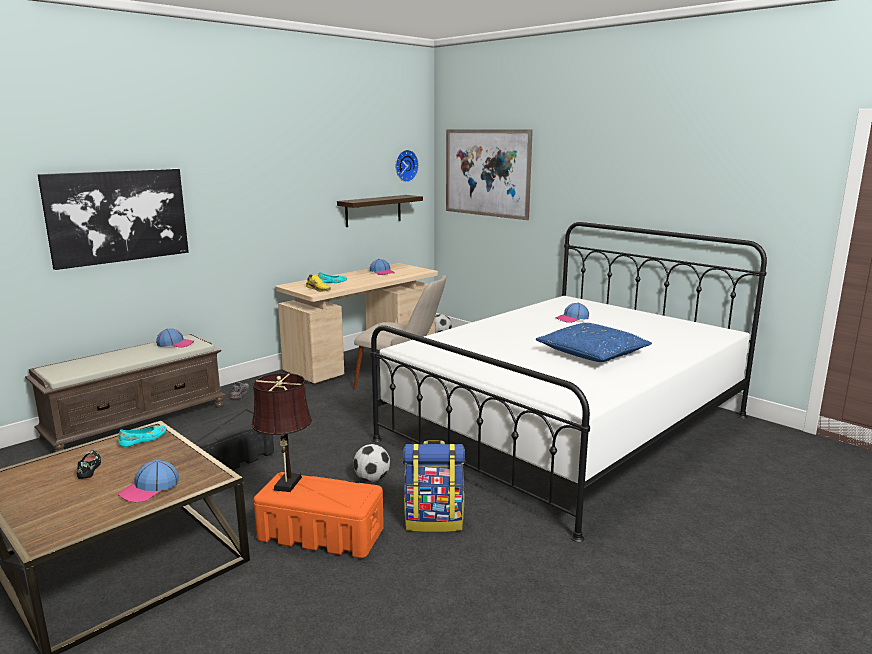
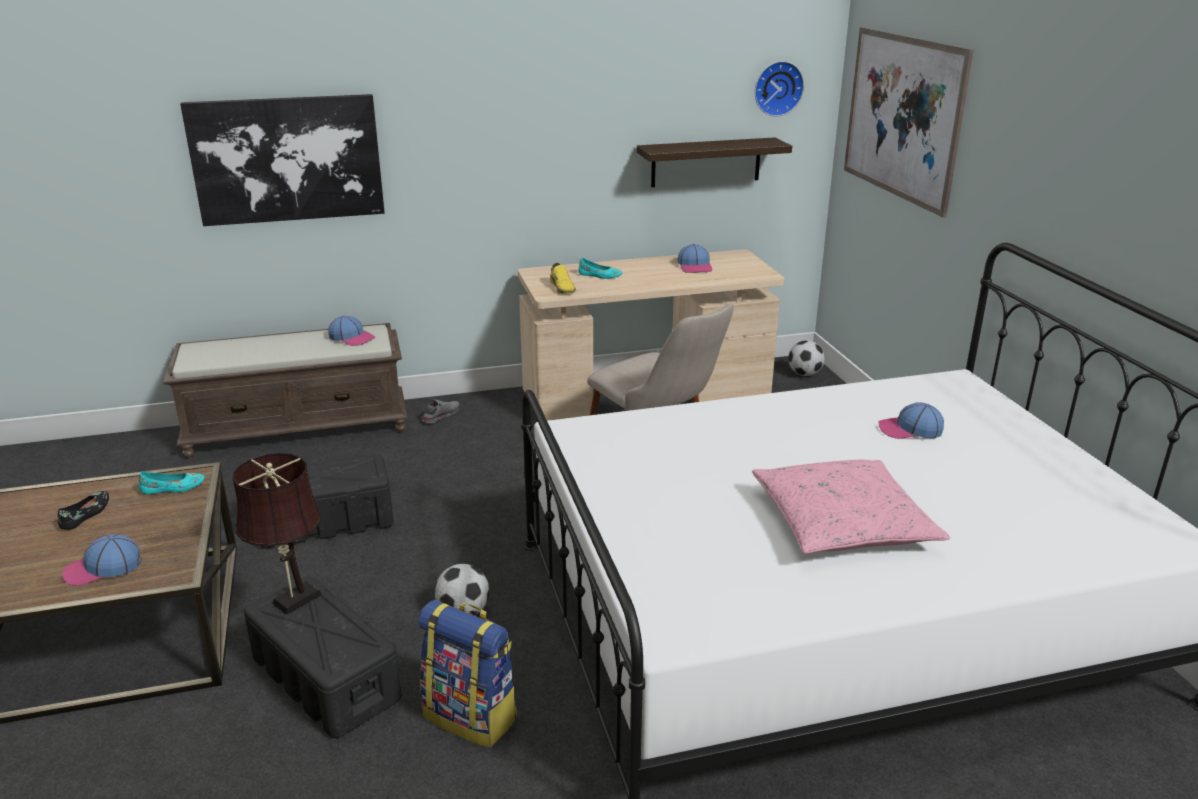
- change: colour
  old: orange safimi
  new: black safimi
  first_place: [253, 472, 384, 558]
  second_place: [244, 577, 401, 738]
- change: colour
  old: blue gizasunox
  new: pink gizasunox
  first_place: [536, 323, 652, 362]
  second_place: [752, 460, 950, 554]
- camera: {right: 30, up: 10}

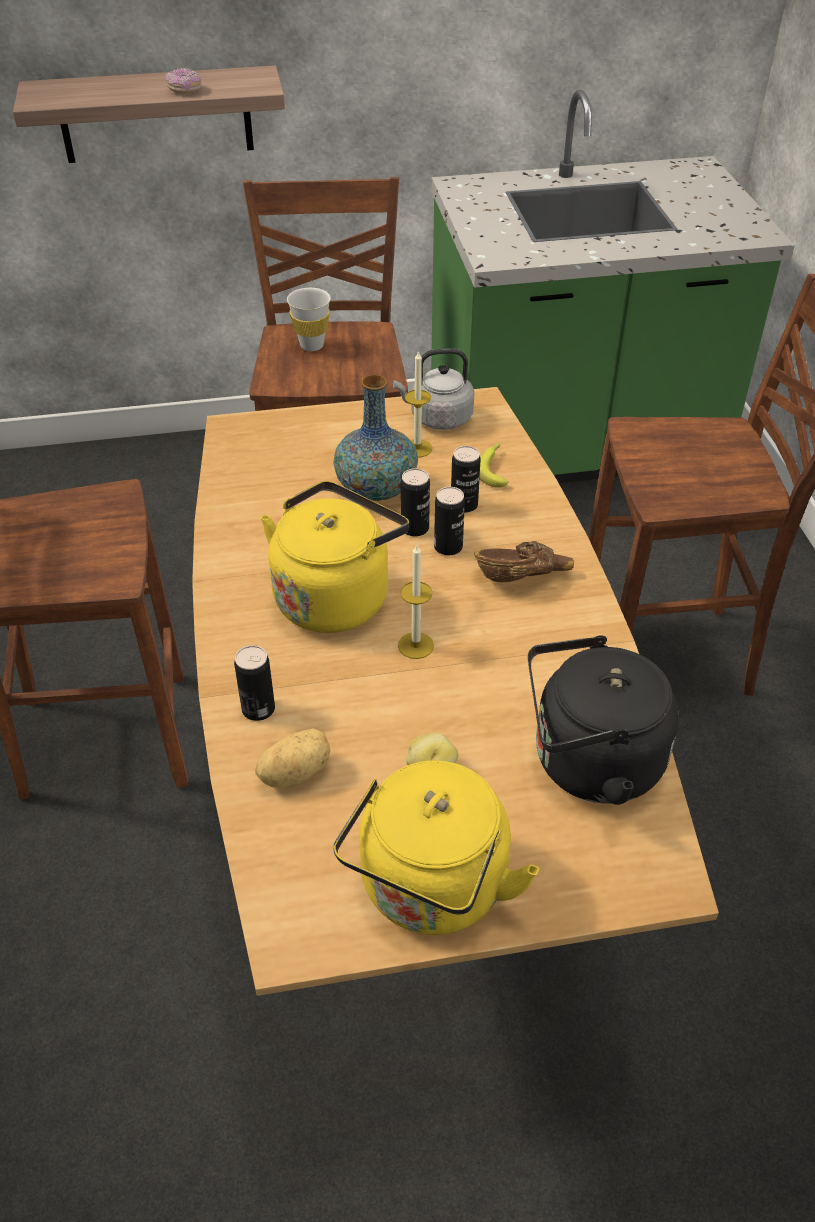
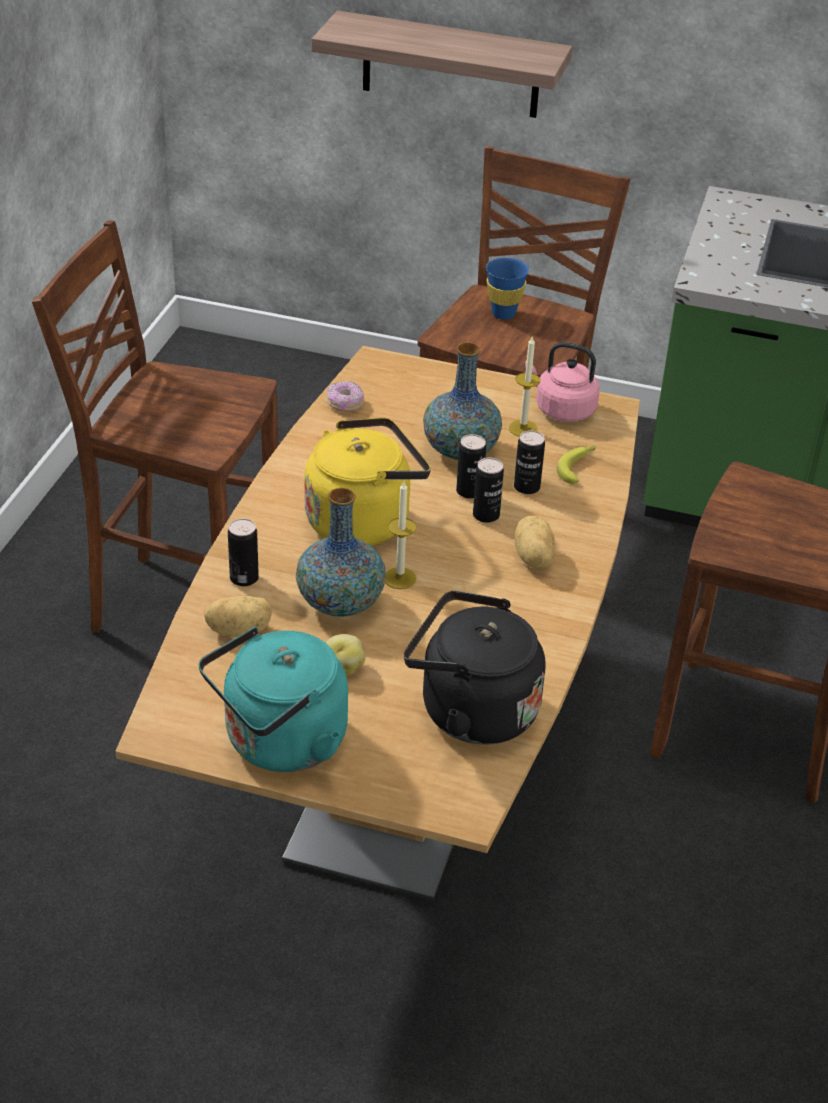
- change: colour
  old: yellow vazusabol
  new: turquoise vazusabol
  first_place: [333, 760, 539, 935]
  second_place: [199, 627, 348, 772]
- change: appeared
  new: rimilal
  second_place: [296, 488, 386, 617]
- change: relocated
  old: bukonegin
  first_place: [165, 68, 201, 94]
  second_place: [327, 381, 364, 411]
- change: colour
  old: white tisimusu
  new: blue tisimusu
  first_place: [287, 288, 331, 351]
  second_place: [486, 258, 529, 320]
- change: exchanged
  old: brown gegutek
  new: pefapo
  first_place: [474, 541, 574, 582]
  second_place: [515, 516, 555, 568]
- change: colour
  old: grey vazusabol
  new: pink vazusabol
  first_place: [393, 348, 475, 430]
  second_place: [525, 342, 600, 422]
- camera: {right: 25, up: -5}

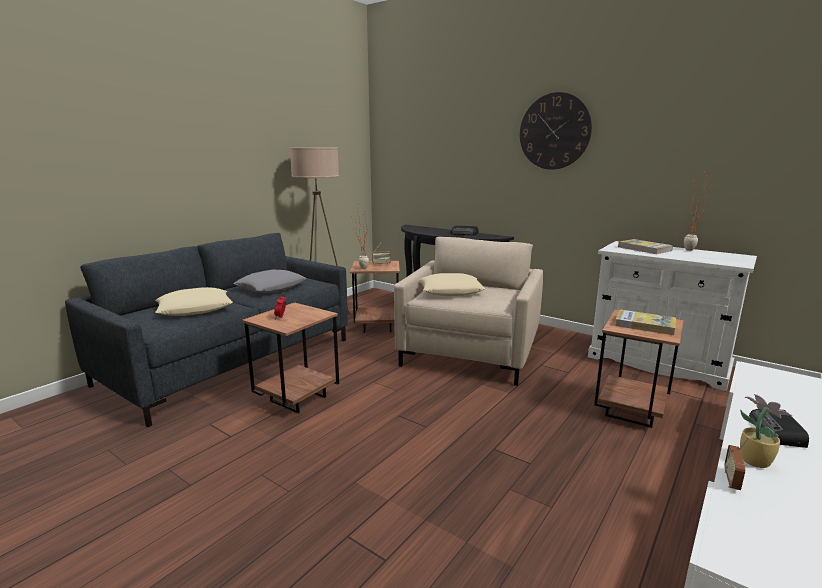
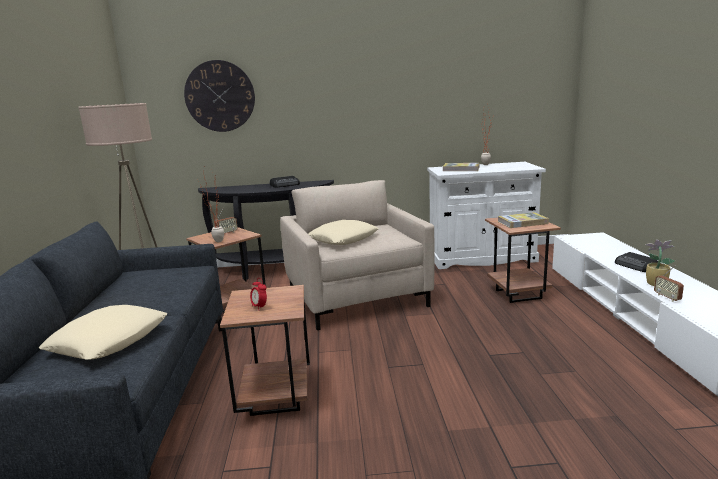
- change: relocated
  old: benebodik
  first_place: [520, 92, 592, 170]
  second_place: [184, 60, 255, 132]
- change: missing
  old: grey gizasunox
  first_place: [233, 270, 306, 293]
- camera: {right: -40, up: 0}

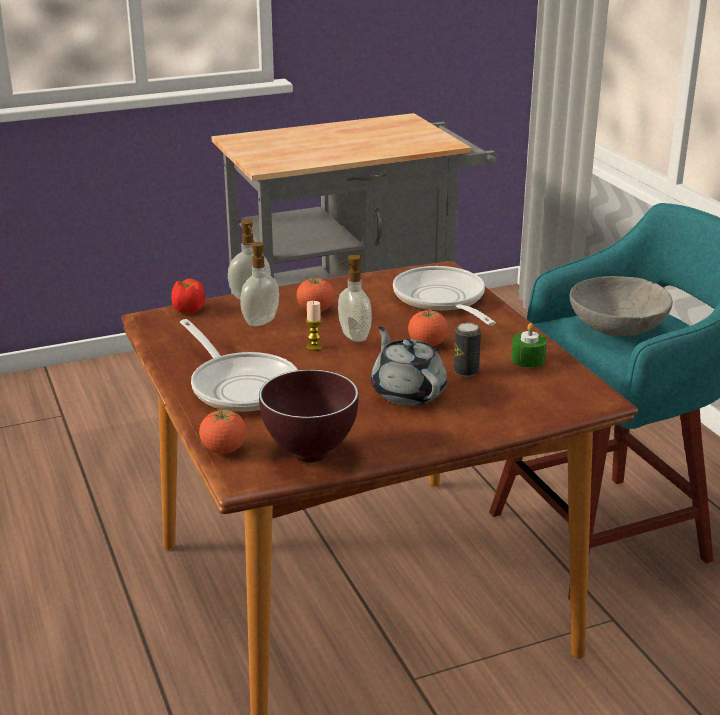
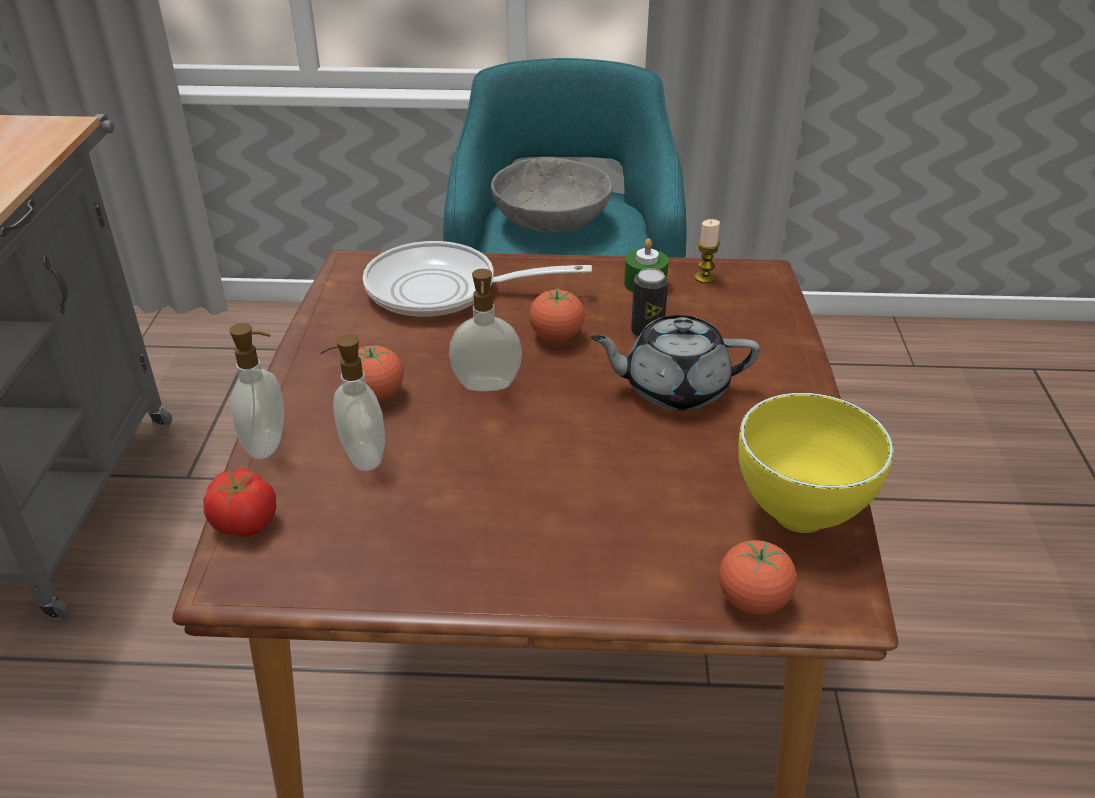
- change: relocated
  old: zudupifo
  first_place: [305, 301, 323, 351]
  second_place: [695, 219, 720, 283]
- change: colour
  old: brown gegutek
  new: yellow gegutek
  first_place: [259, 370, 359, 462]
  second_place: [738, 393, 893, 533]
- change: missing
  old: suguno
  first_place: [180, 319, 298, 412]
- camera: {right: -65, up: 10}

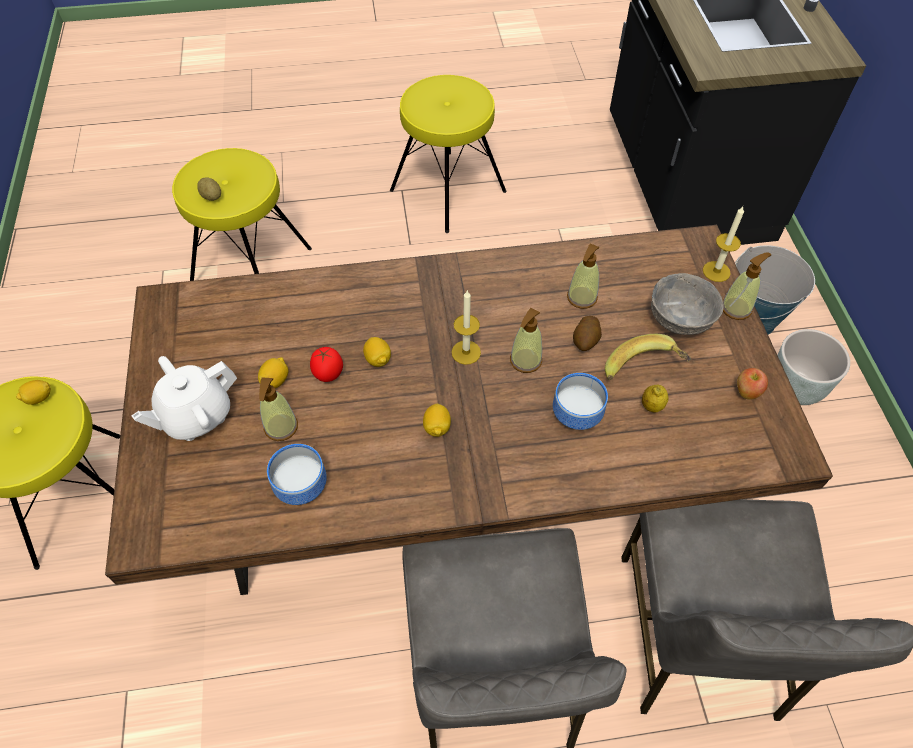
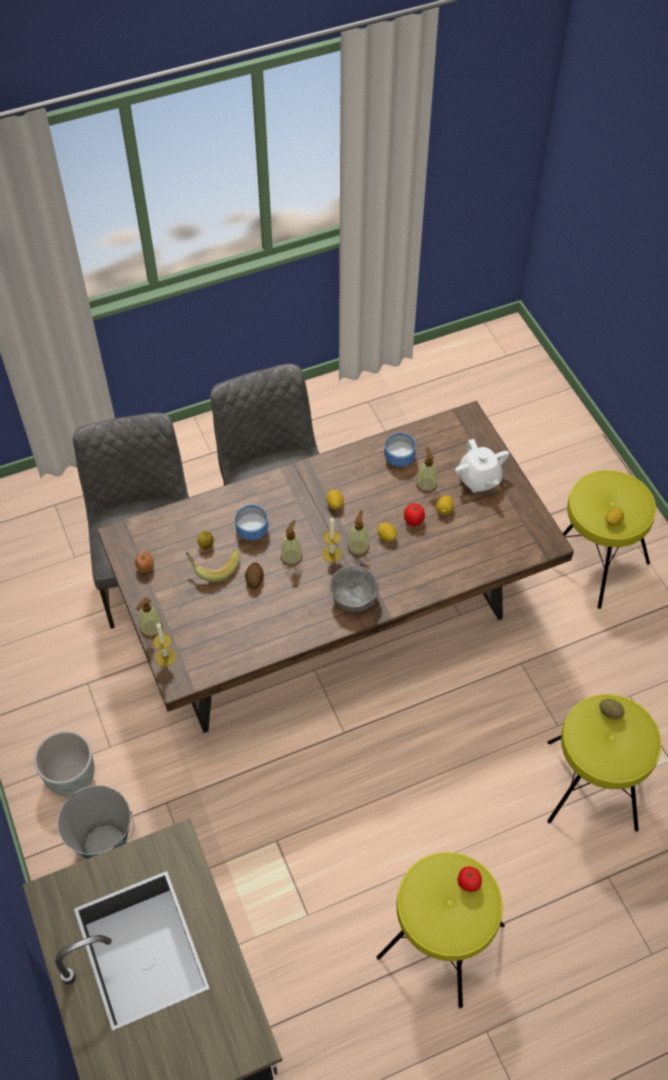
- change: relocated
  old: grey gegutek
  first_place: [651, 273, 724, 335]
  second_place: [330, 565, 379, 612]
- change: relocated
  old: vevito
  first_place: [567, 244, 599, 309]
  second_place: [348, 510, 369, 556]
- change: spun
  old: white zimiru
  first_place: [131, 356, 237, 441]
  second_place: [455, 439, 509, 493]
  degrees: 120
- change: appeared
  new: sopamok
  second_place: [458, 866, 482, 892]
- camera: {right: 165, up: 0}

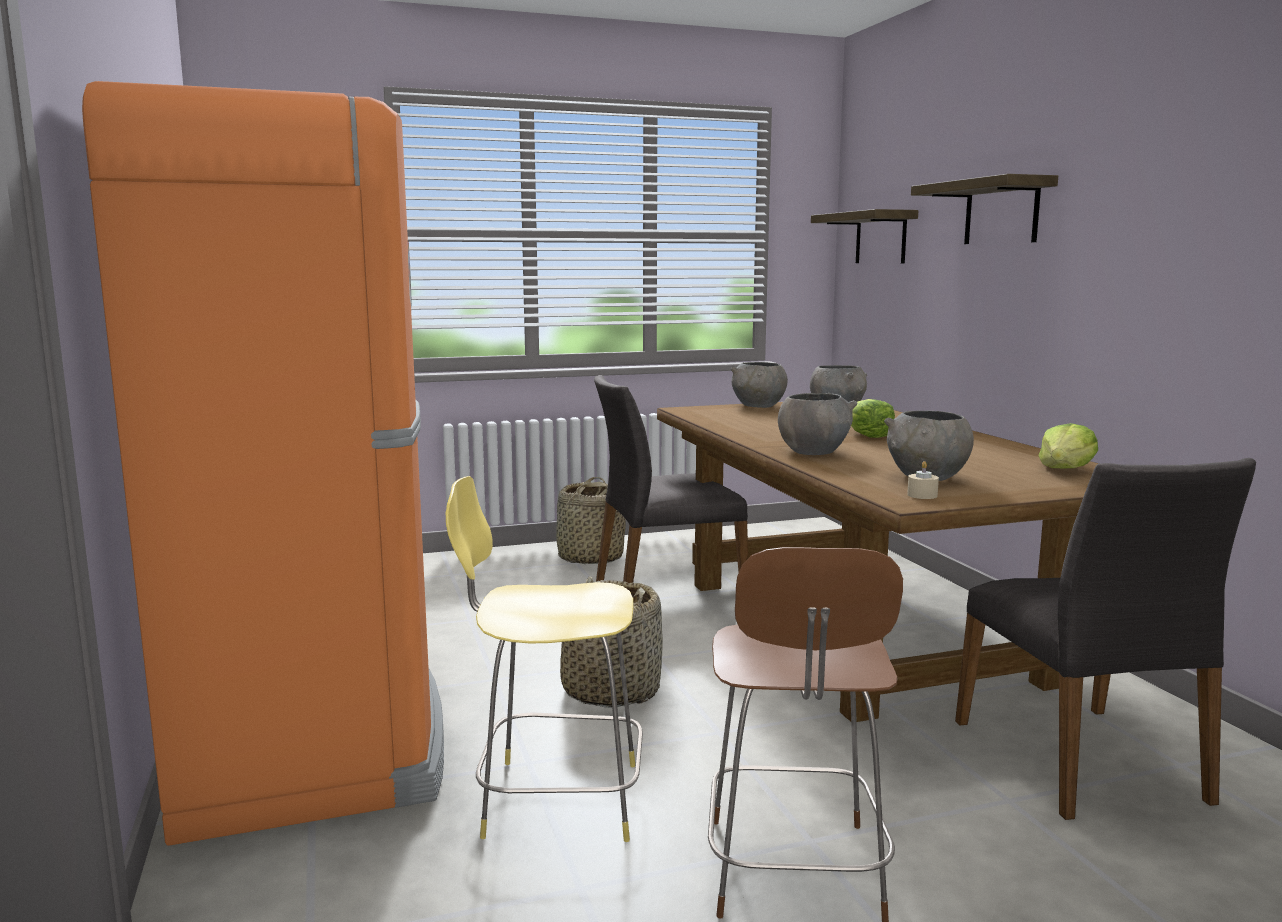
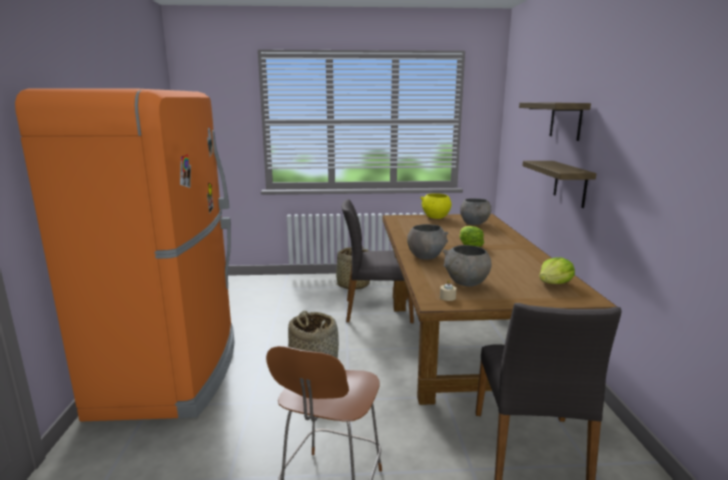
- change: colour
  old: grey gegutek
  new: yellow gegutek
  first_place: [731, 362, 788, 408]
  second_place: [420, 193, 451, 219]
- change: relocated
  old: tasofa
  first_place: [811, 209, 918, 263]
  second_place: [523, 161, 596, 208]
- change: missing
  old: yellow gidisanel
  first_place: [446, 476, 643, 842]
- camera: {right: 15, up: 5}

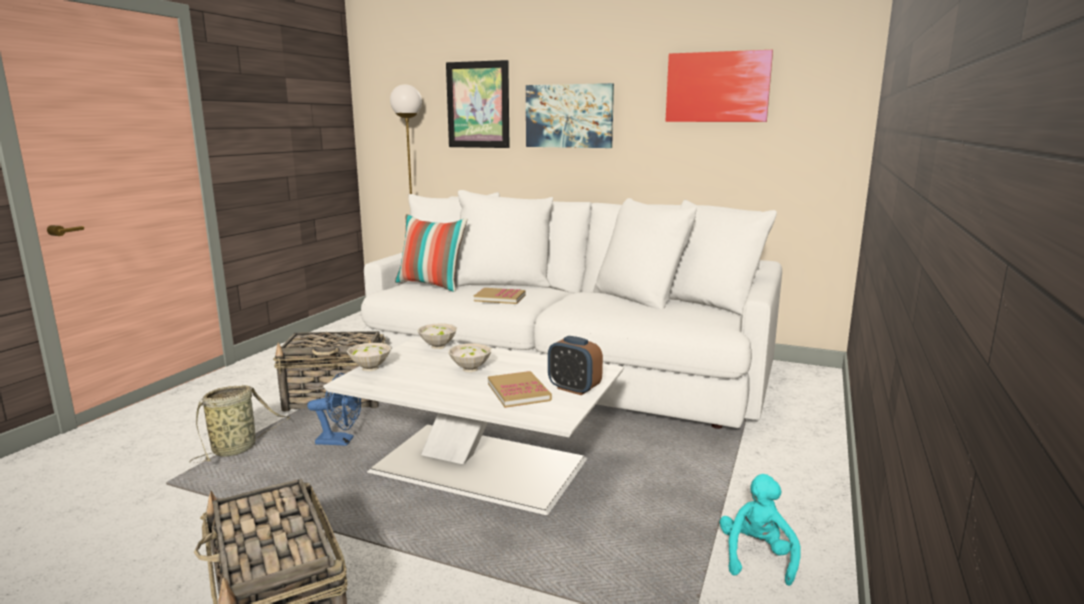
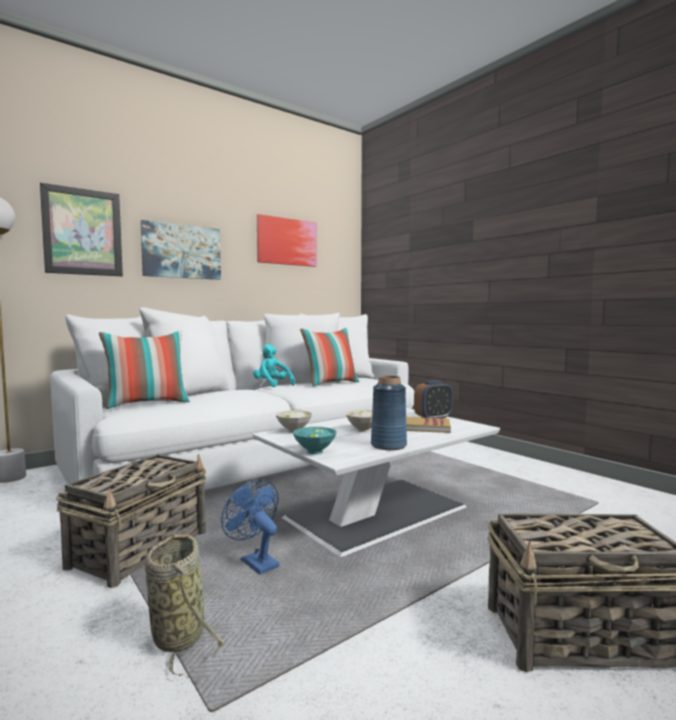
- change: spun
  old: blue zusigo
  first_place: [307, 373, 361, 446]
  second_place: [221, 480, 279, 575]
  degrees: -75
- change: relocated
  old: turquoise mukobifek
  first_place: [720, 474, 801, 586]
  second_place: [253, 344, 295, 387]
- change: colour
  old: white gegutek
  new: turquoise gegutek
  first_place: [346, 343, 391, 371]
  second_place: [293, 427, 336, 454]
- change: appeared
  new: gizasunox
  second_place: [300, 327, 360, 387]
- change: appeared
  new: blue rimilal
  second_place: [371, 376, 407, 450]
- change: missing
  old: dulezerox
  first_place: [474, 288, 526, 304]
- camera: {right: -60, up: -10}

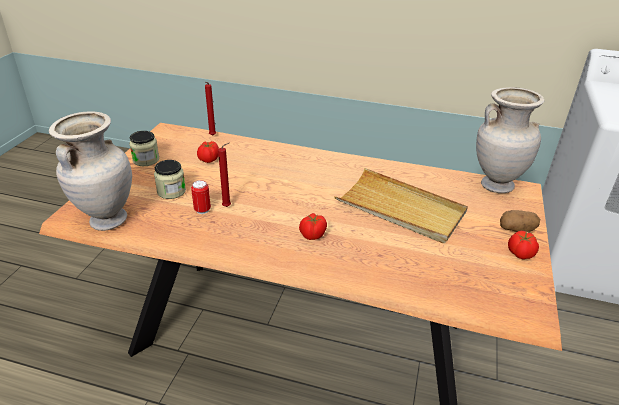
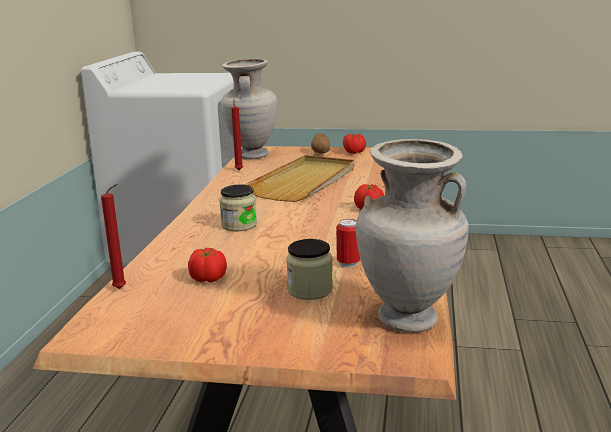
- change: relocated
  old: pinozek
  first_place: [129, 131, 159, 166]
  second_place: [219, 184, 257, 231]
- change: relocated
  old: red zudupifo
  first_place: [218, 142, 231, 207]
  second_place: [231, 99, 243, 170]
- camera: {right: -95, up: -15}

